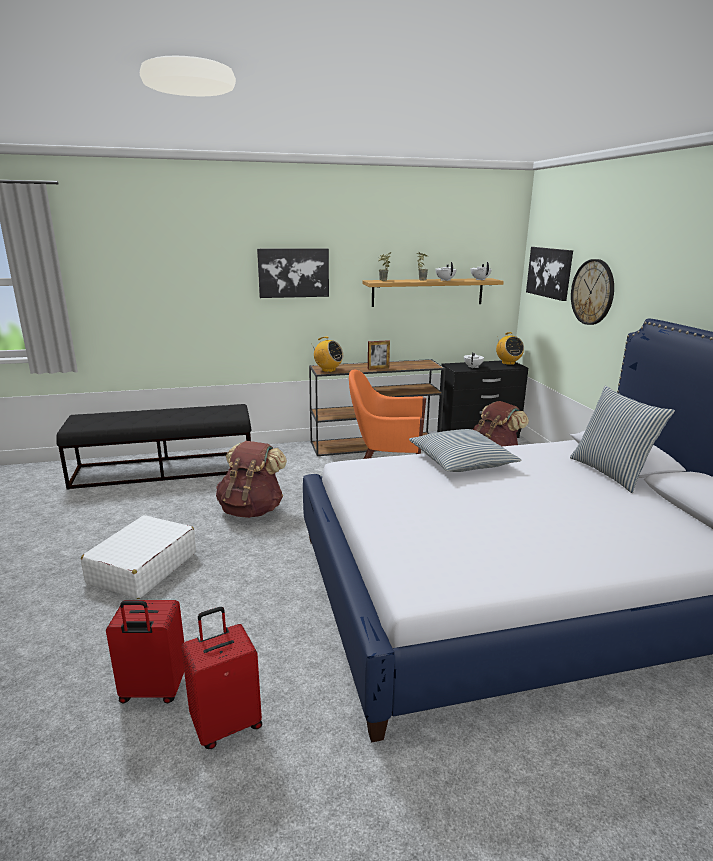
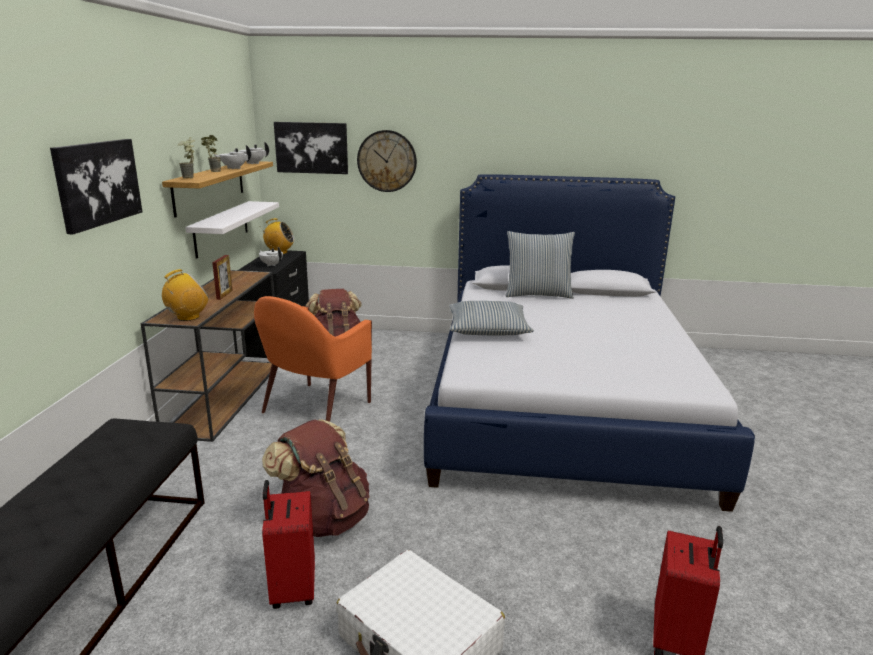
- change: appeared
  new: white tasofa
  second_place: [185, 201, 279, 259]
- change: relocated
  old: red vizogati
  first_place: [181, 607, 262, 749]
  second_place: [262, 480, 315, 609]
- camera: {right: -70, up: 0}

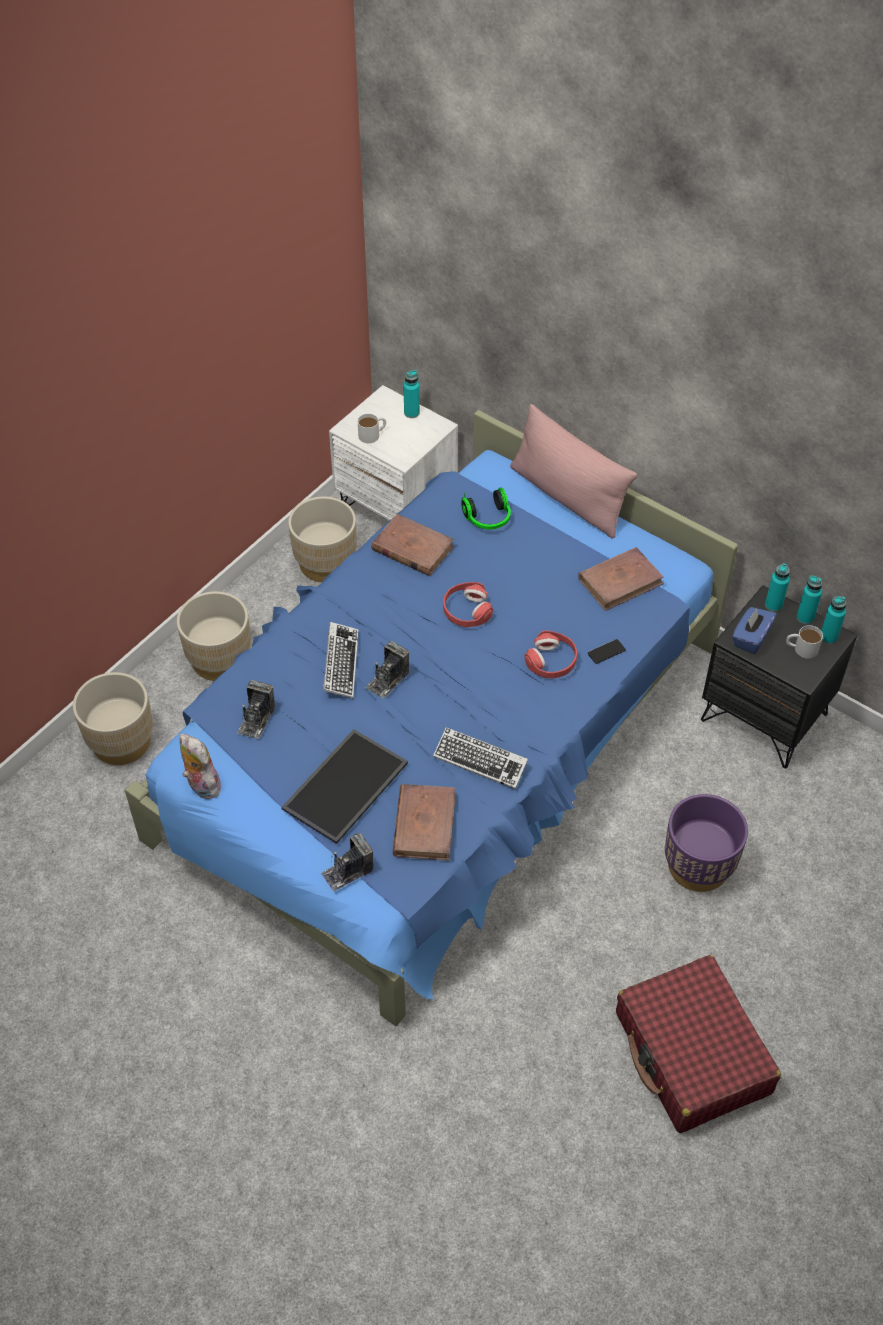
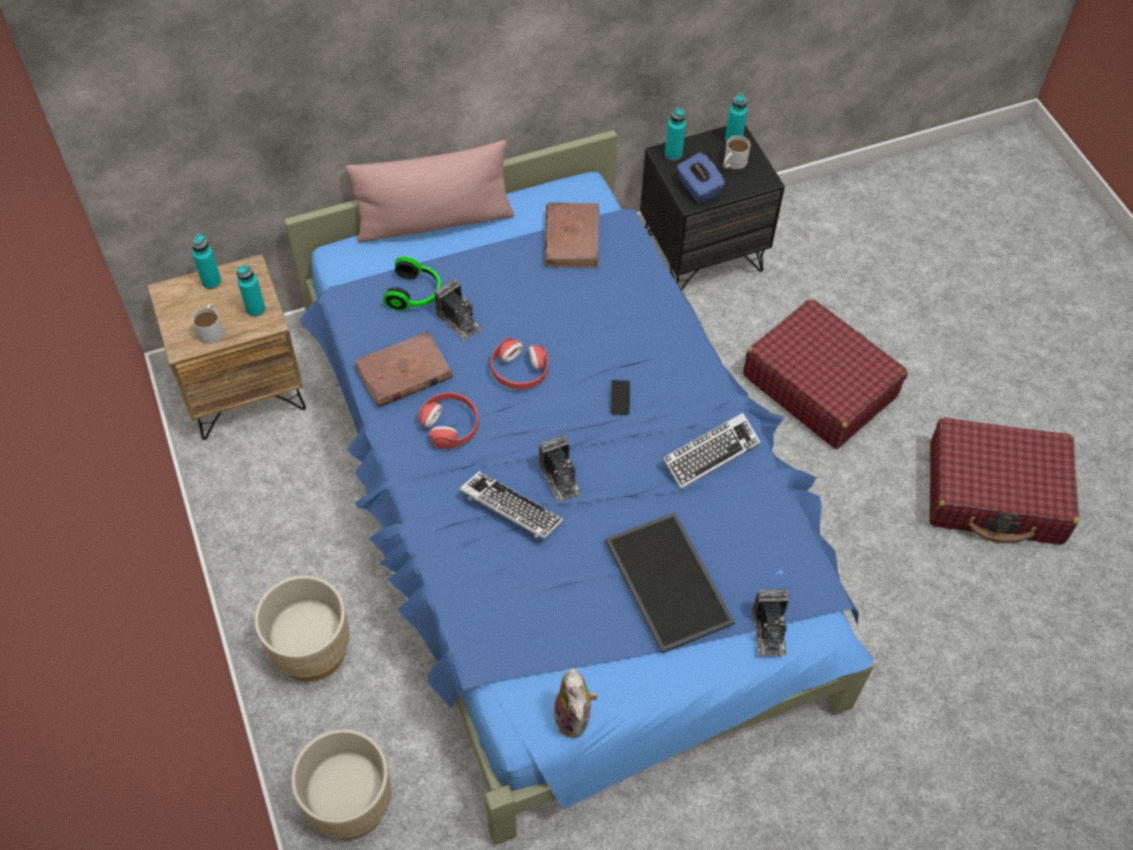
- change: colour
  old: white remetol
  new: brown remetol
  first_place: [329, 385, 458, 521]
  second_place: [148, 254, 306, 440]
- change: relocated
  old: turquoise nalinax
  first_place: [797, 576, 822, 624]
  second_place: [236, 264, 266, 317]
- change: relocated
  old: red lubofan
  first_place: [525, 630, 577, 678]
  second_place: [419, 392, 479, 449]
- change: relocated
  old: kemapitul
  first_place: [237, 680, 275, 739]
  second_place: [434, 279, 483, 341]
- change: spun
  old: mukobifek
  first_place: [180, 734, 221, 799]
  second_place: [554, 668, 597, 738]
  degrees: -90
- change: relocated
  old: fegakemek
  first_place: [588, 639, 626, 664]
  second_place: [611, 380, 630, 415]
- change: exchanged
  old: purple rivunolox
  new: red vizogati
  first_place: [665, 794, 748, 892]
  second_place: [743, 299, 908, 449]
- change: missing
  old: beige rivunolox
  first_place: [288, 496, 356, 582]
- change: missing
  old: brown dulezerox
  first_place: [392, 784, 456, 860]
- camera: {right: -60, up: 5}

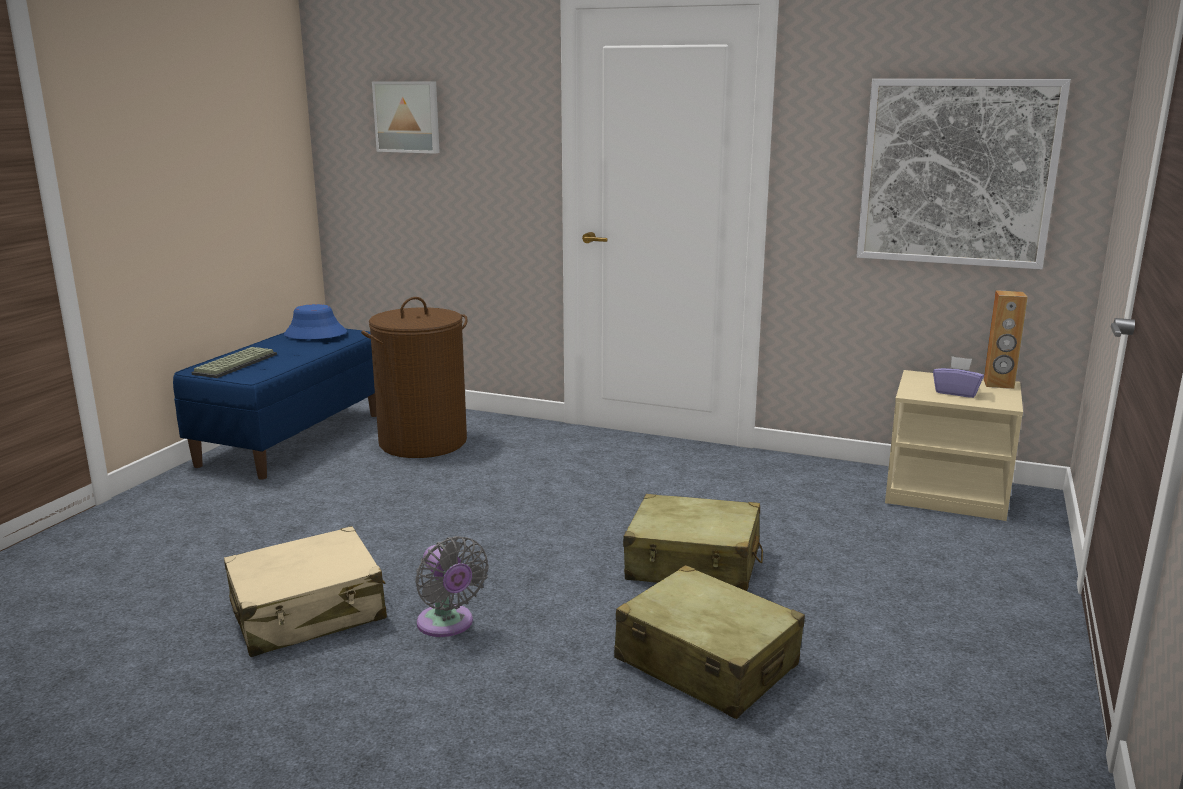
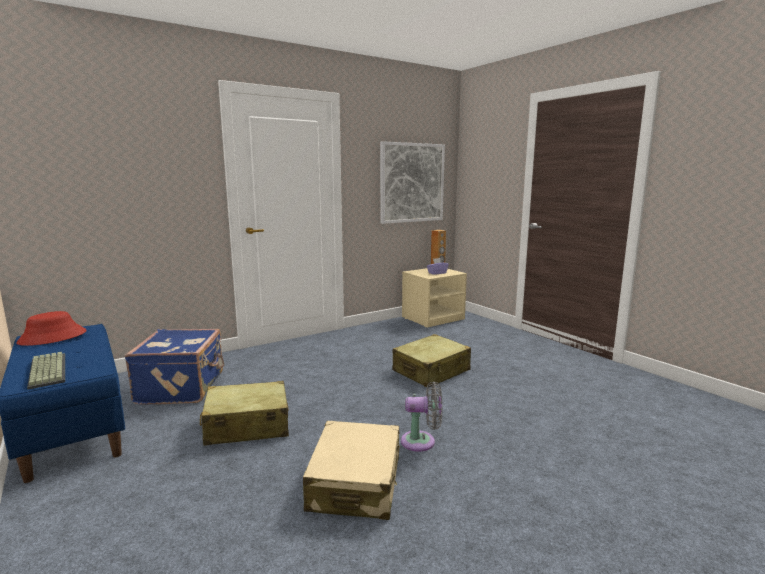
- change: colour
  old: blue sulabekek
  new: red sulabekek
  first_place: [284, 304, 347, 339]
  second_place: [16, 311, 87, 346]
- change: exchanged
  old: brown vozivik
  new: blue vizogati
  first_place: [361, 297, 468, 458]
  second_place: [125, 329, 224, 404]
- change: relocated
  old: beige vizogati
  first_place: [614, 565, 805, 719]
  second_place: [200, 381, 289, 446]
- change: missing
  old: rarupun
  first_place: [372, 81, 440, 154]
- camera: {right: -55, up: -5}

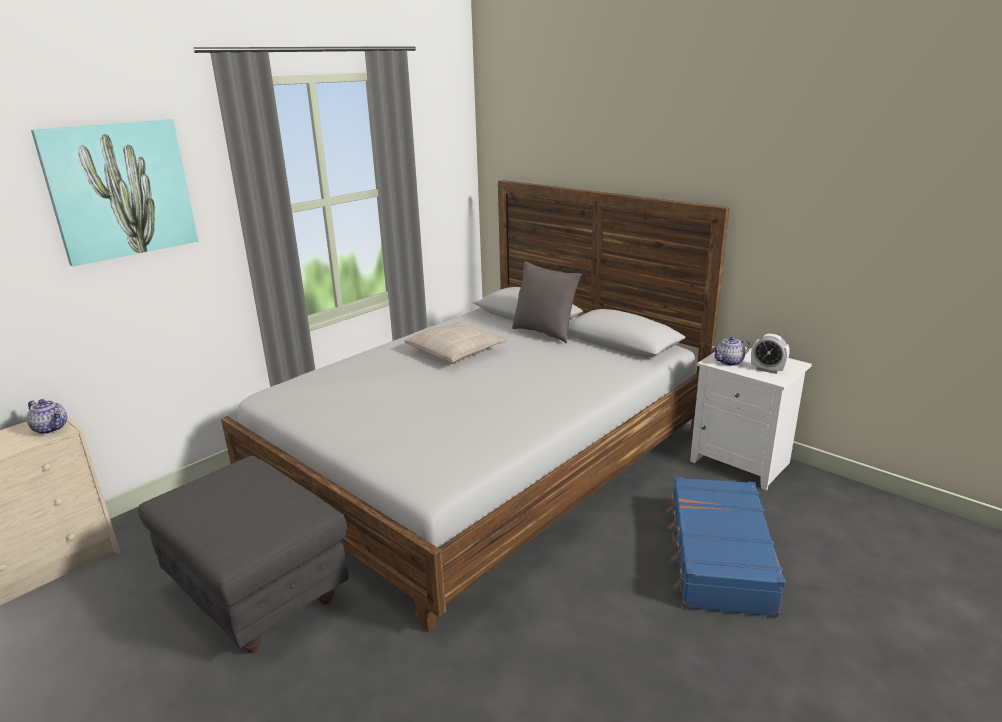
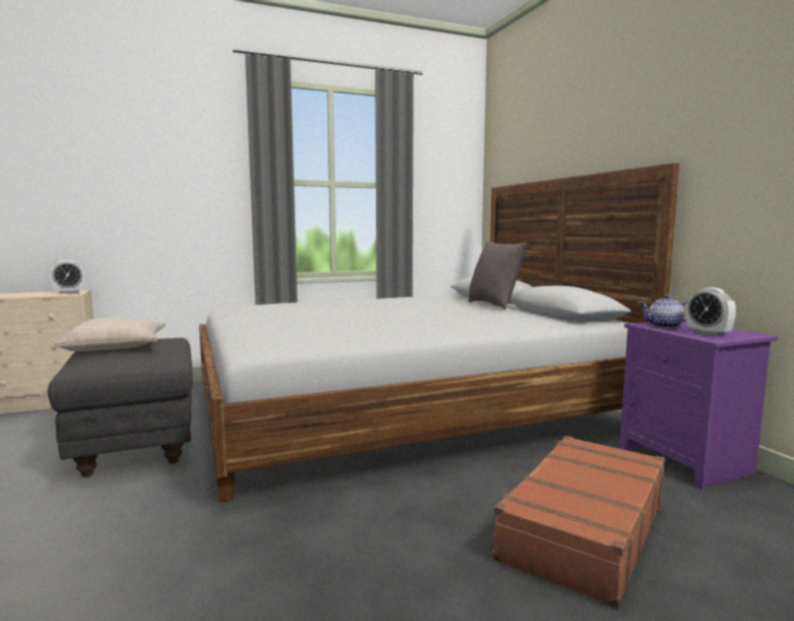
- change: exchanged
  old: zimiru
  new: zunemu
  first_place: [26, 399, 67, 434]
  second_place: [50, 260, 85, 294]
- change: relocated
  old: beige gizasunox
  first_place: [405, 322, 507, 363]
  second_place: [54, 318, 166, 351]
- change: colour
  old: blue vizogati
  new: brown vizogati
  first_place: [667, 477, 786, 617]
  second_place: [492, 436, 665, 608]
- change: colour
  old: white remetol
  new: purple remetol
  first_place: [690, 347, 812, 491]
  second_place: [620, 321, 778, 490]
- change: missing
  old: rarupun
  first_place: [31, 119, 198, 267]
- camera: {right: 25, up: -15}

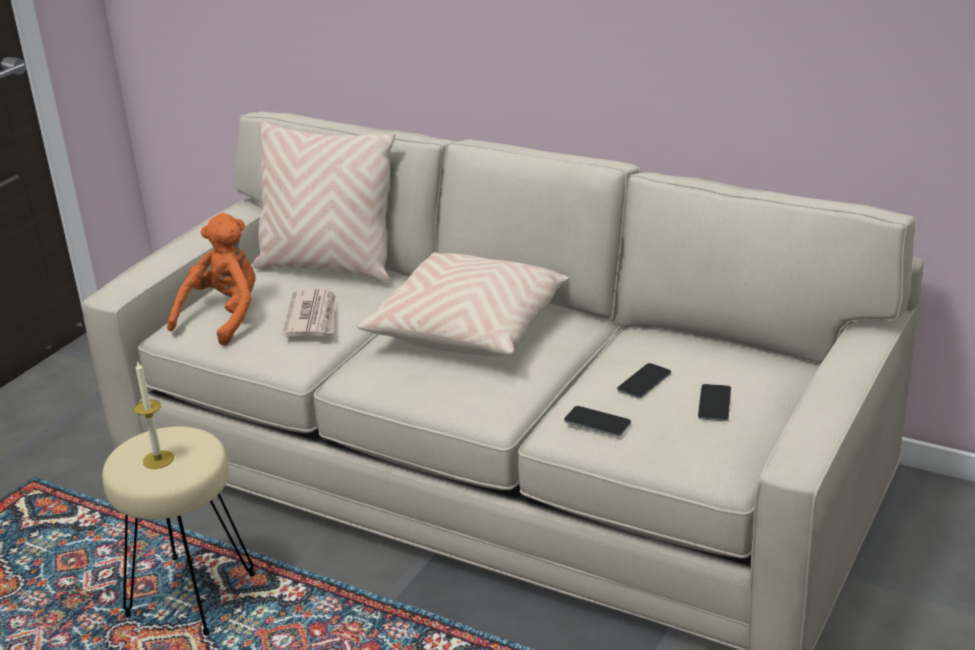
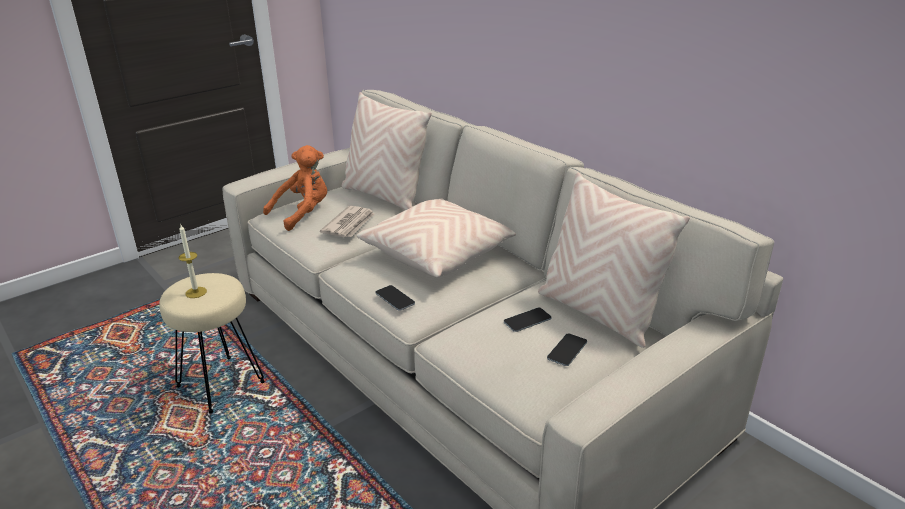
- change: relocated
  old: fegakemek
  first_place: [564, 406, 631, 436]
  second_place: [376, 285, 415, 311]
- change: appeared
  new: beige gizasunox
  second_place: [538, 173, 690, 348]
- camera: {right: 20, up: 0}

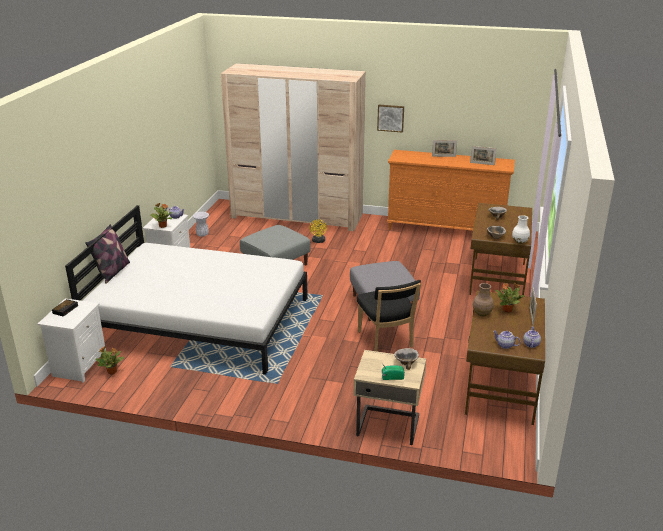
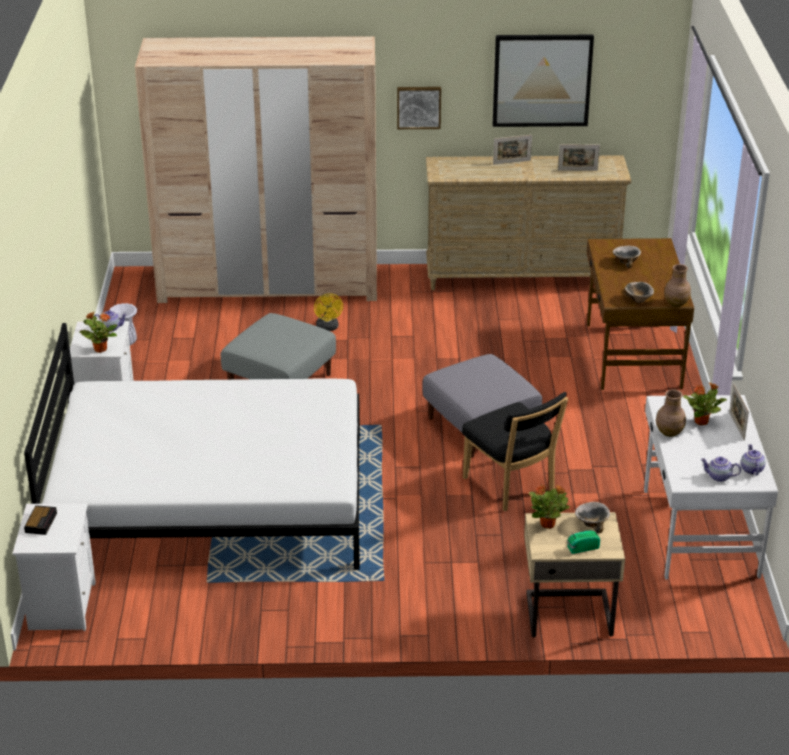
- change: colour
  old: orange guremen
  new: beige guremen
  first_place: [387, 150, 515, 231]
  second_place: [426, 155, 631, 290]
- change: appeared
  new: rarupun
  second_place: [493, 35, 594, 127]
- change: relocated
  old: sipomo
  first_place: [95, 347, 124, 375]
  second_place: [529, 485, 570, 529]
- change: colour
  old: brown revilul
  new: white revilul
  first_place: [465, 291, 545, 425]
  second_place: [644, 395, 778, 580]
- change: colour
  old: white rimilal
  new: brown rimilal
  first_place: [512, 215, 530, 244]
  second_place: [664, 264, 691, 307]
- change: missing
  old: gizasunox
  first_place: [85, 224, 130, 284]
- camera: {right: -15, up: 5}

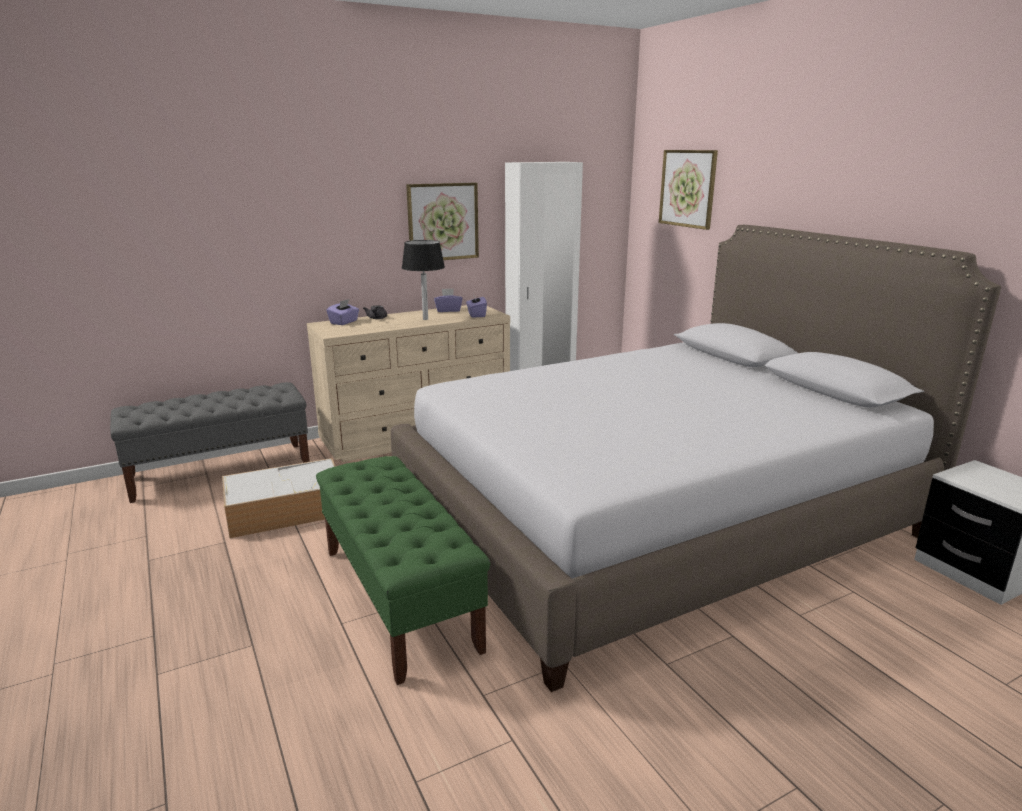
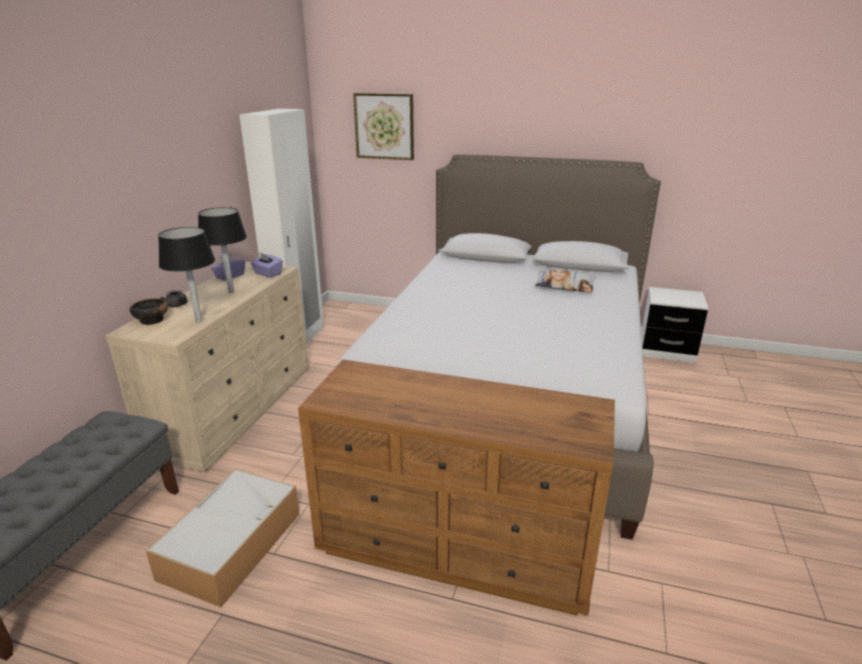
- change: exchanged
  old: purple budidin
  new: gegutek
  first_place: [326, 299, 359, 325]
  second_place: [130, 299, 168, 325]
- change: appeared
  new: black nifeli
  second_place: [158, 227, 215, 323]
- change: exchanged
  old: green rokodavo
  new: brown guremen
  first_place: [316, 456, 490, 685]
  second_place: [298, 359, 615, 616]
- change: appeared
  new: gizasunox
  second_place: [535, 270, 596, 292]
- change: missing
  old: rarupun
  first_place: [406, 183, 479, 260]
- camera: {right: -45, up: 5}

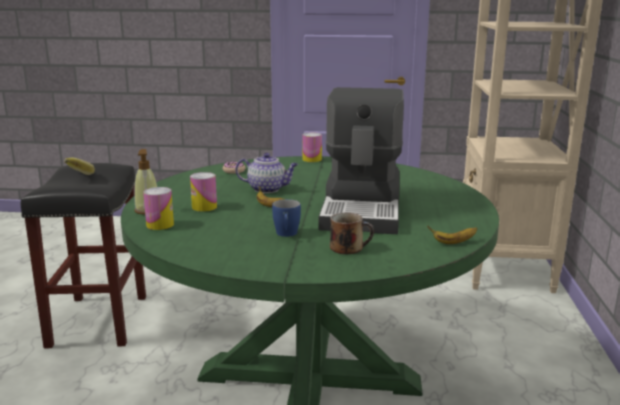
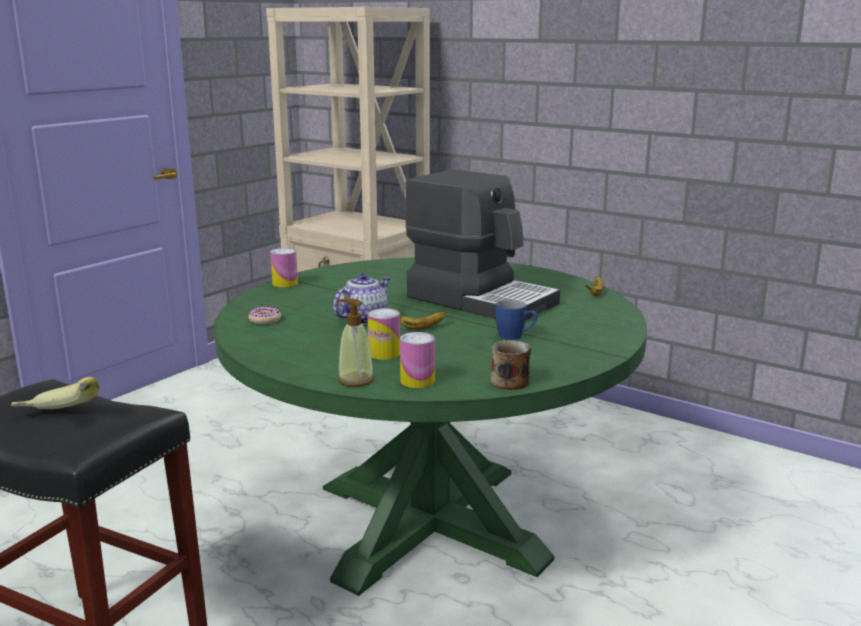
- change: relocated
  old: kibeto
  first_place: [330, 212, 374, 254]
  second_place: [491, 340, 531, 390]
- camera: {right: -60, up: 0}

